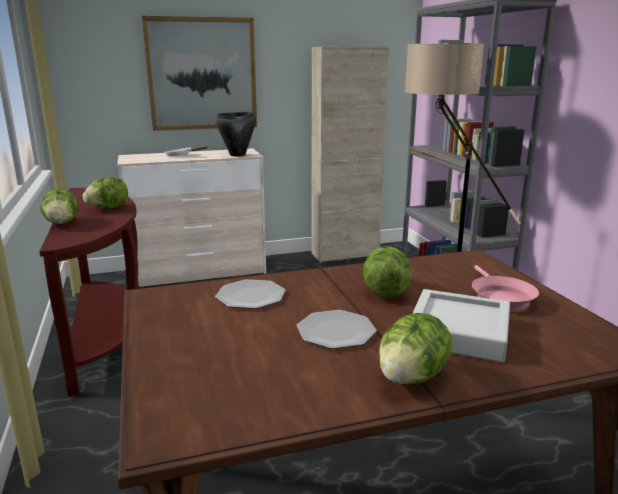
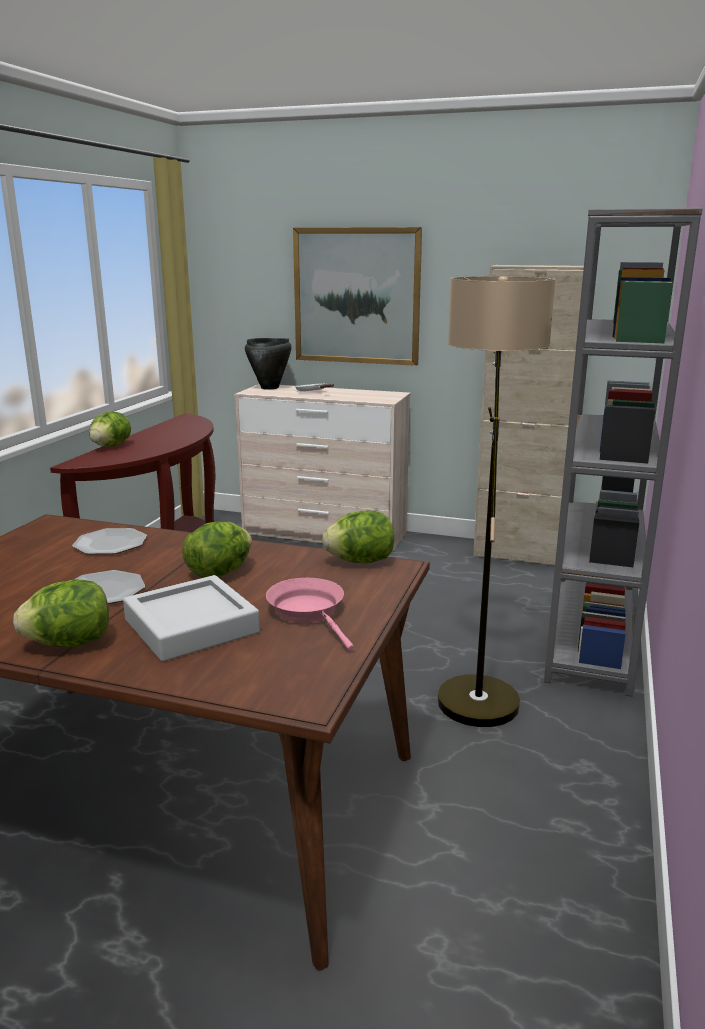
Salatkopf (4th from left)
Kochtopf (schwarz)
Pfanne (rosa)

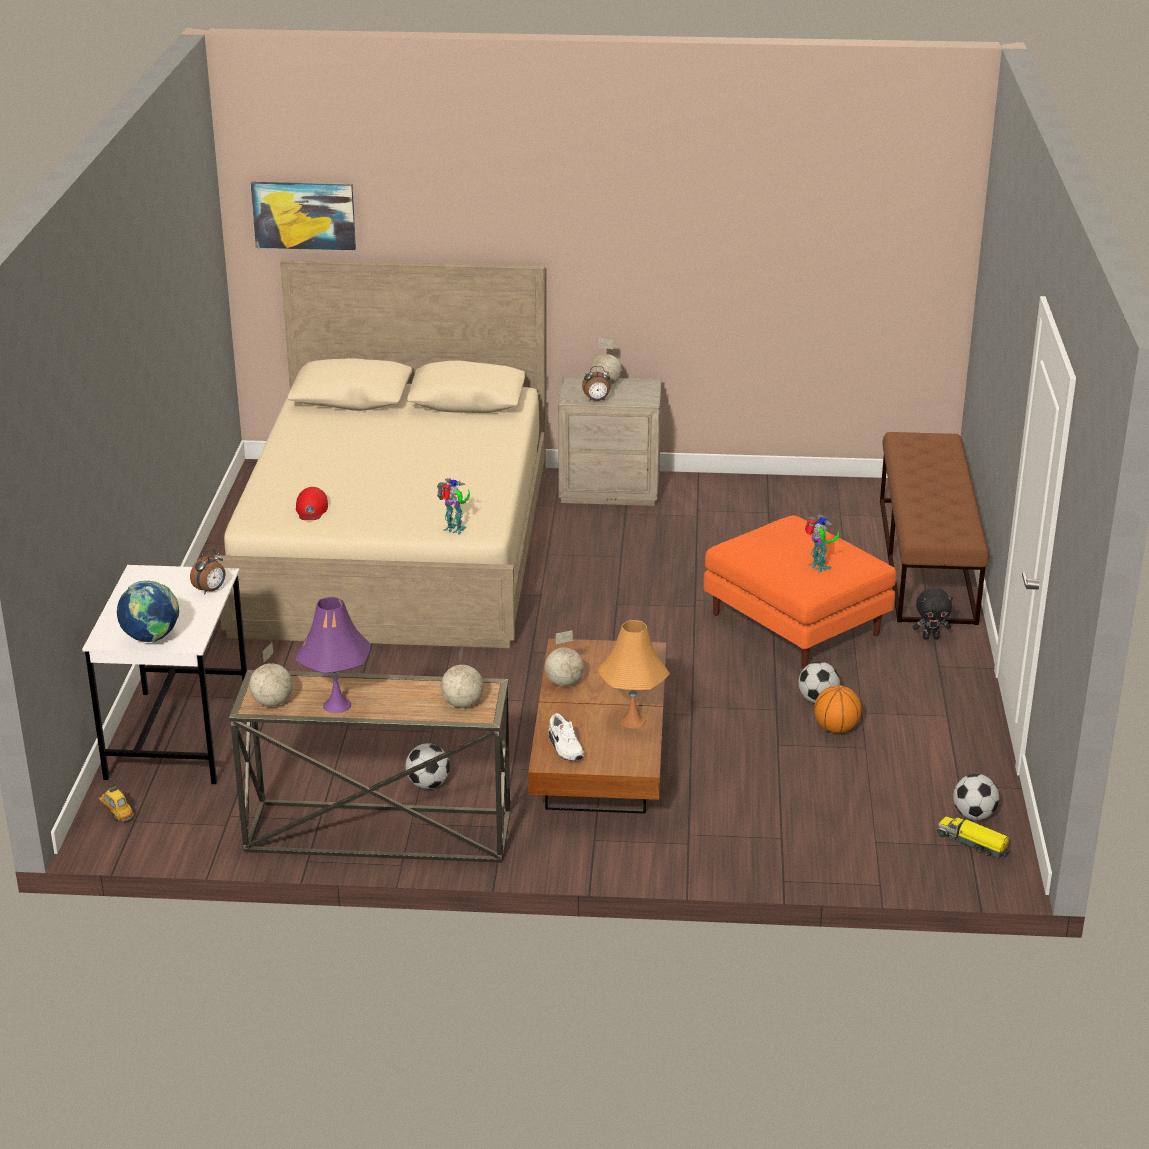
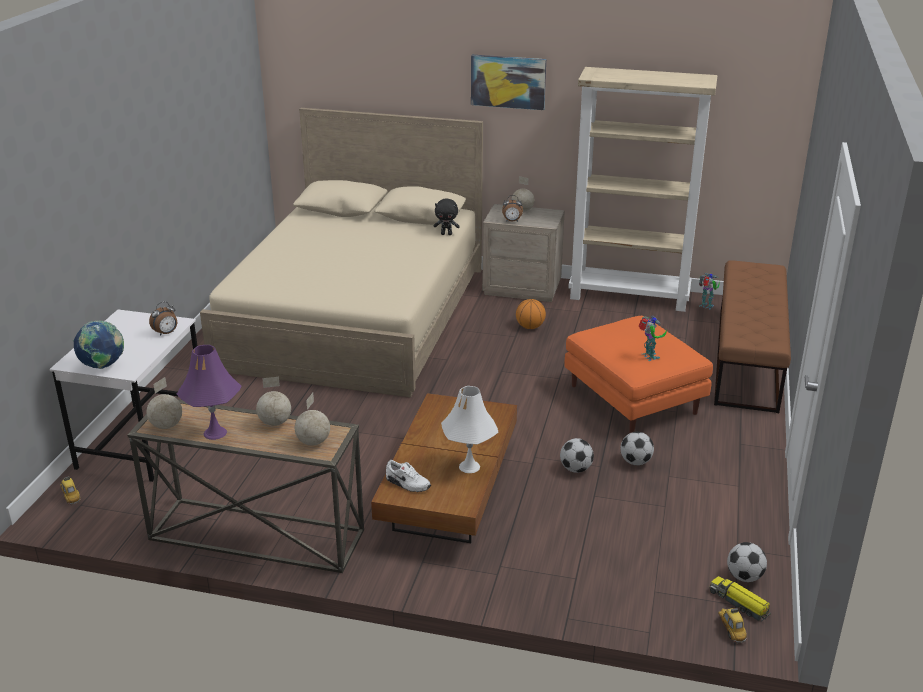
Kappe (rot)
Bücherregal (beige)
Spielzeugauto (2nd from left)
Bild
Fußball (1st from left)
Spielzeugroboter (2nd from left)
Globus (3rd from left)
Basketball
Plüschtier (schwarz)
Tischlampe (weiß)
Schuh (weiß)

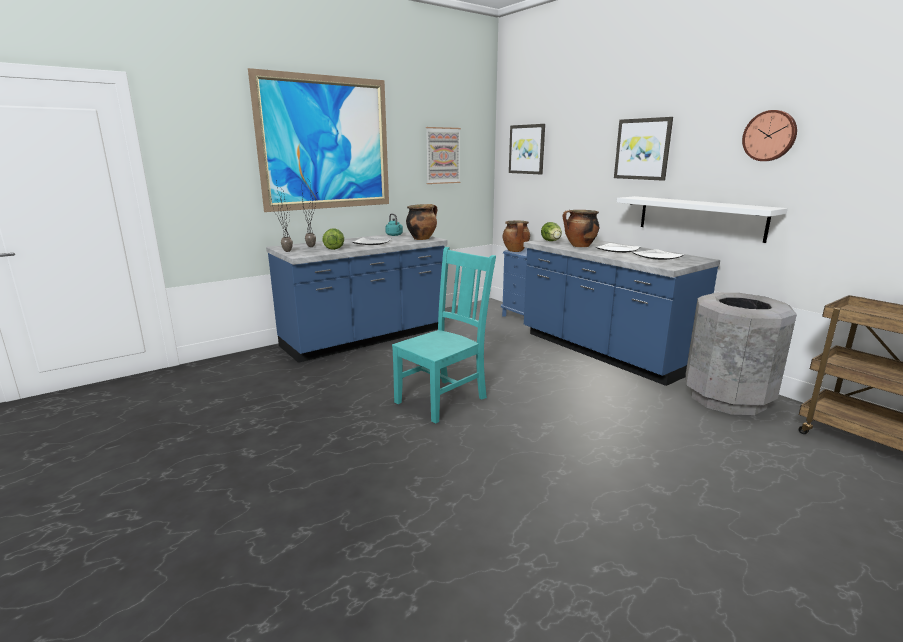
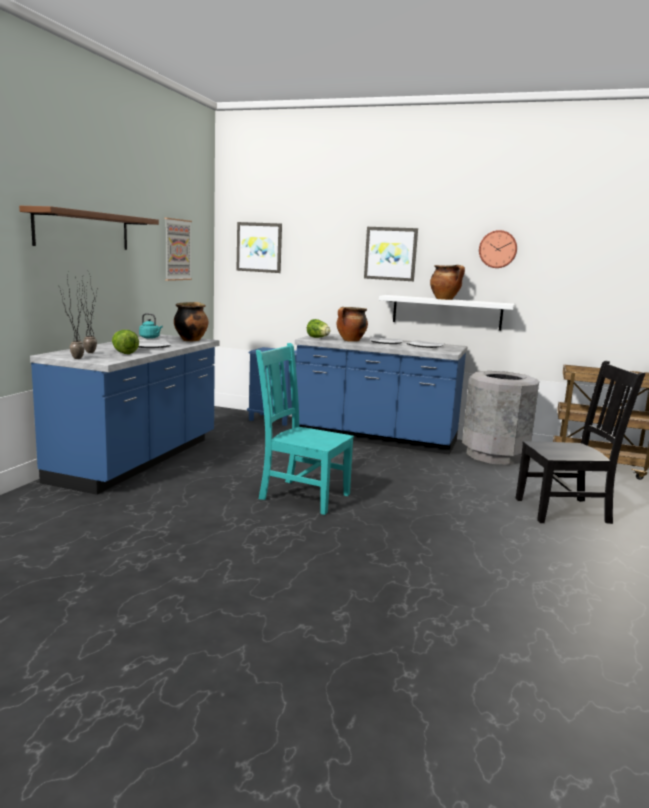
Stuhl (schwarz)
Kochtopf (3rd from left)
Wandregal (braun)
Stuhl (türkis)

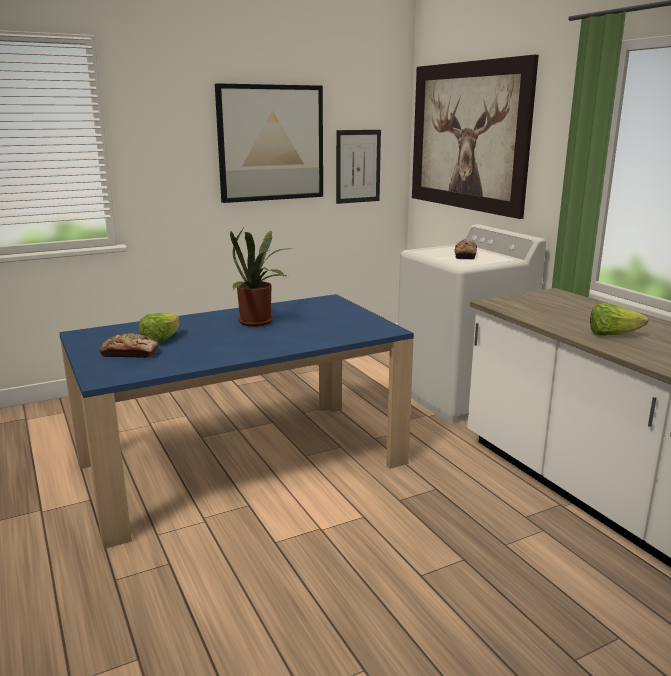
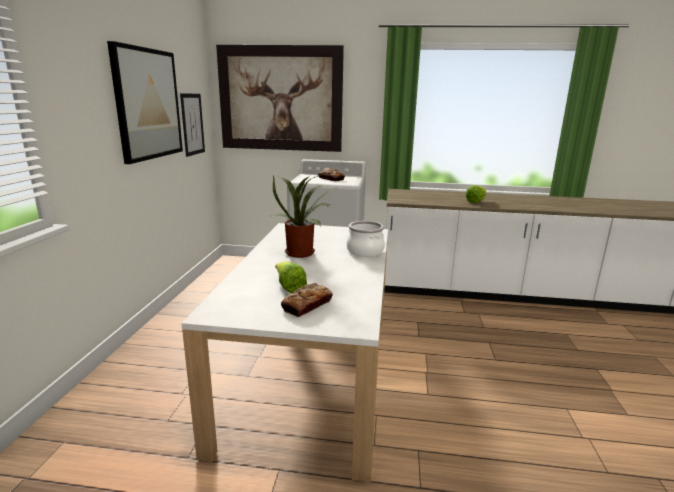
Kochtopf
Esstisch (weiß)

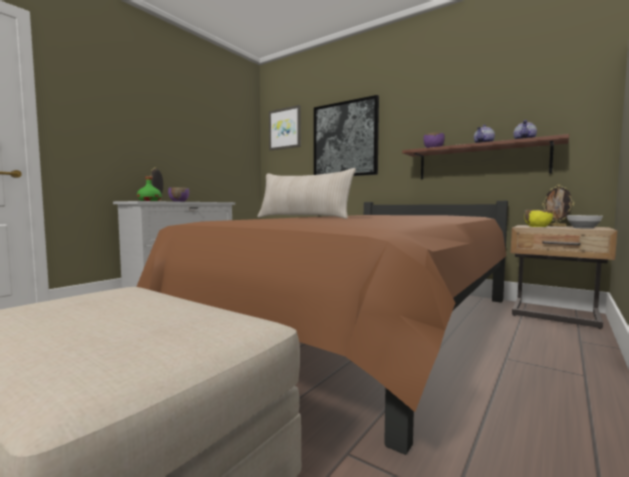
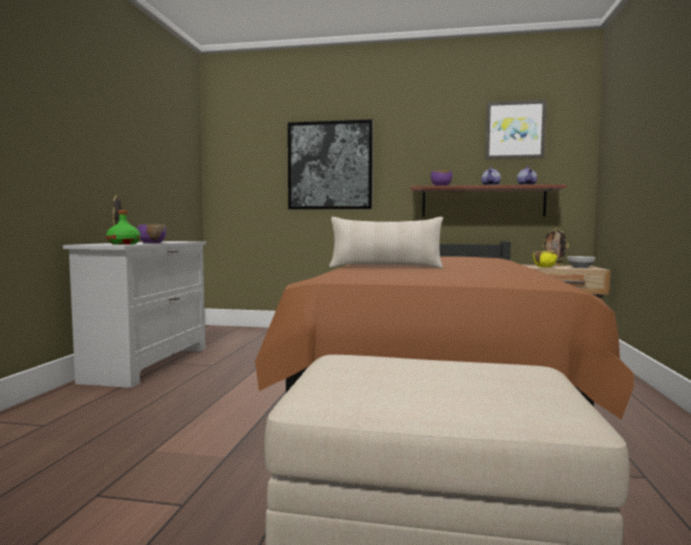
Bild (2nd from left)

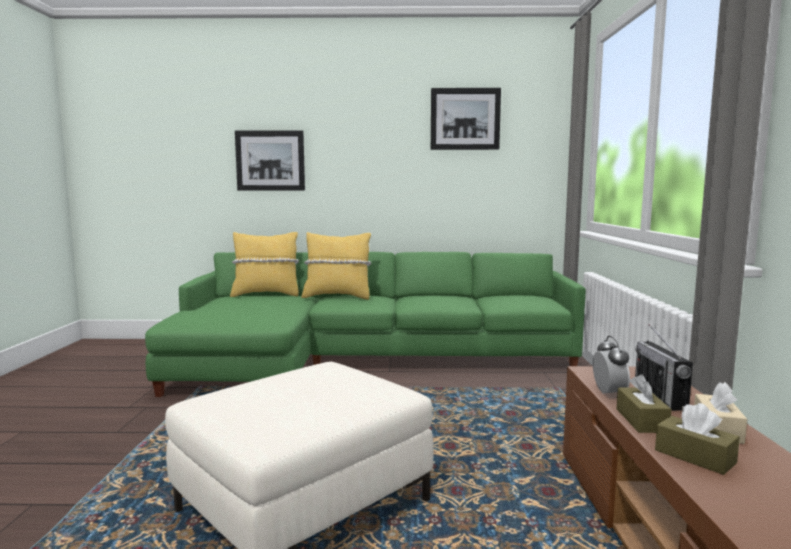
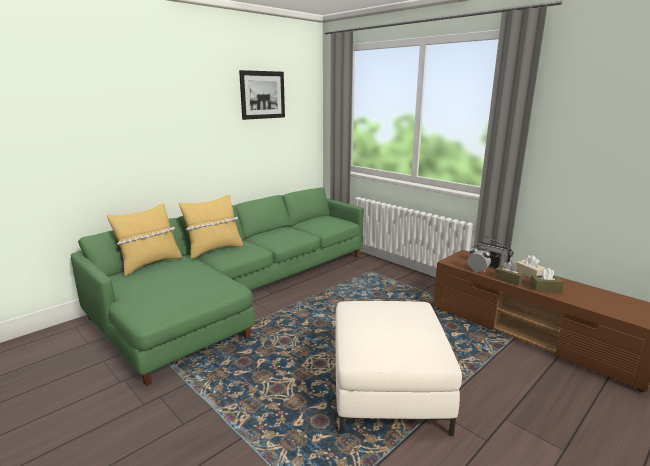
Bild (1st from left in the first image)

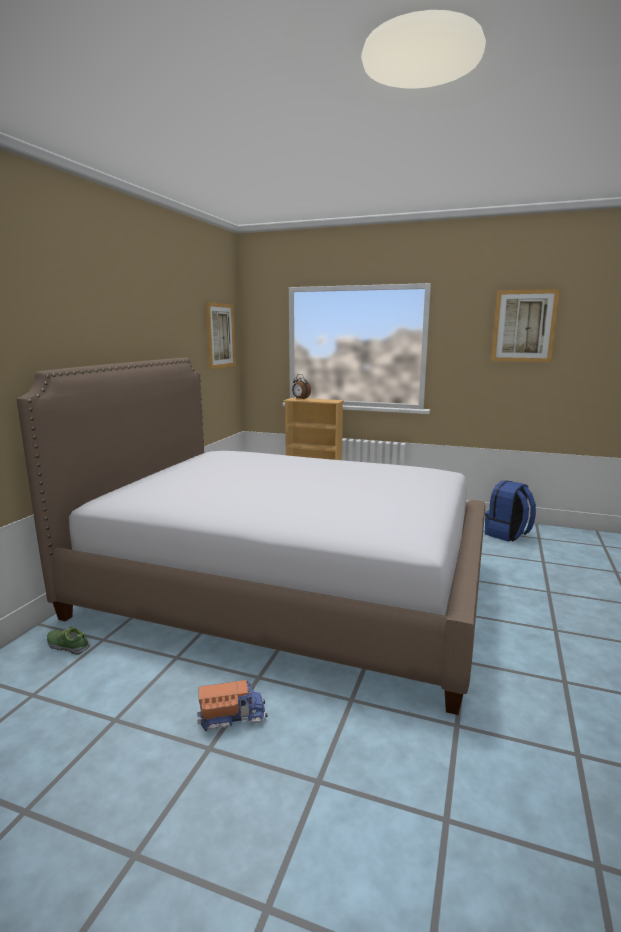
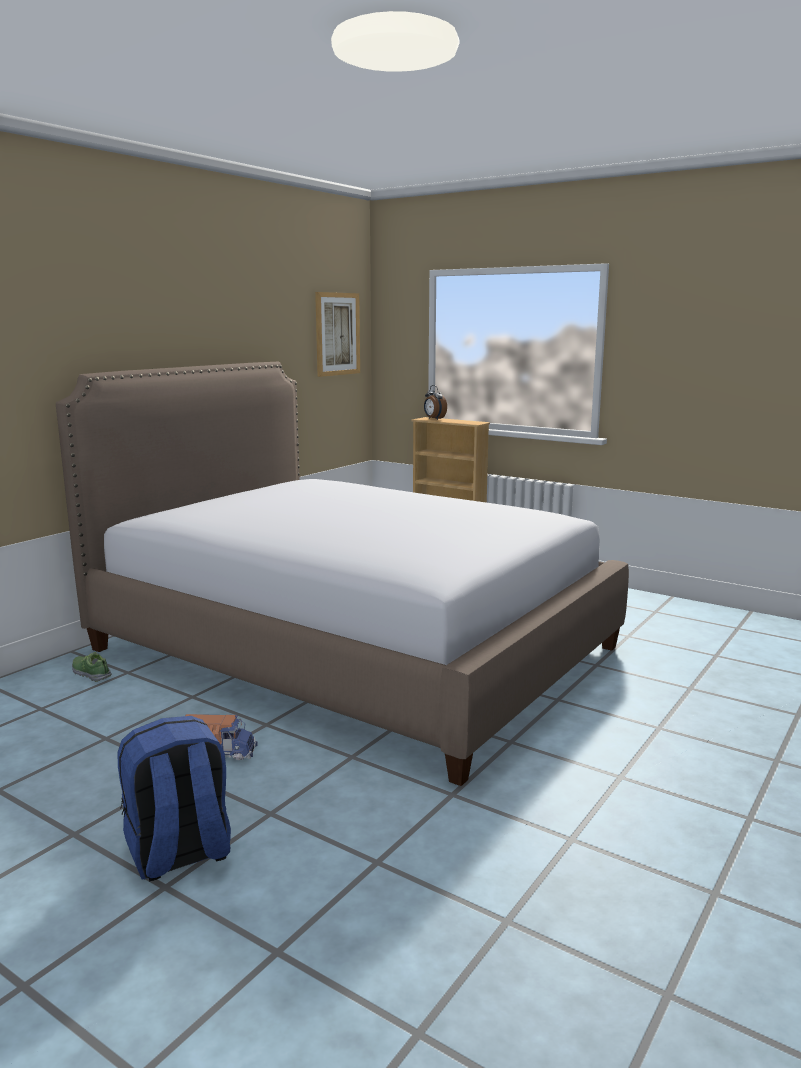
Bild (2nd from left in the first image)
Rucksack (blau)

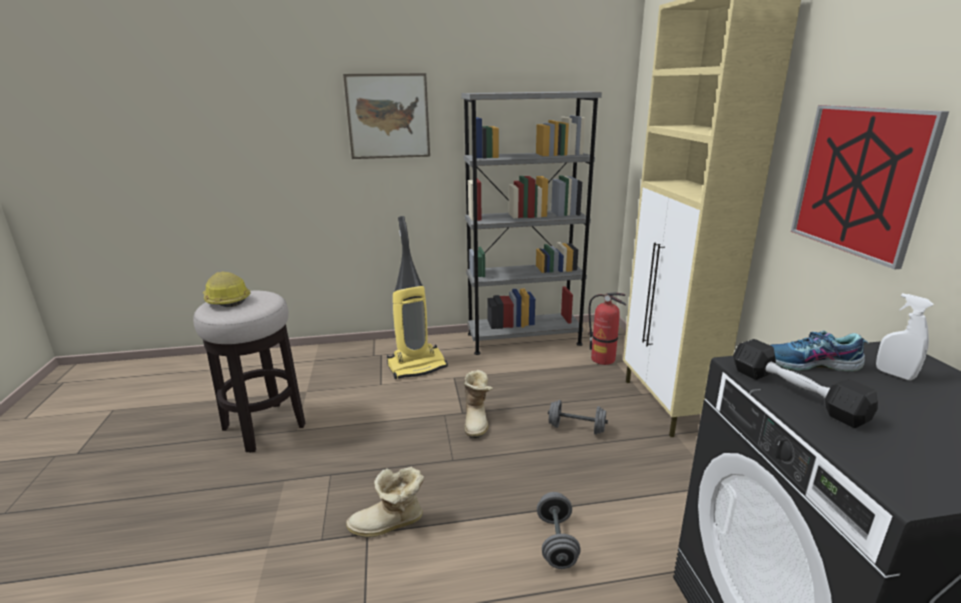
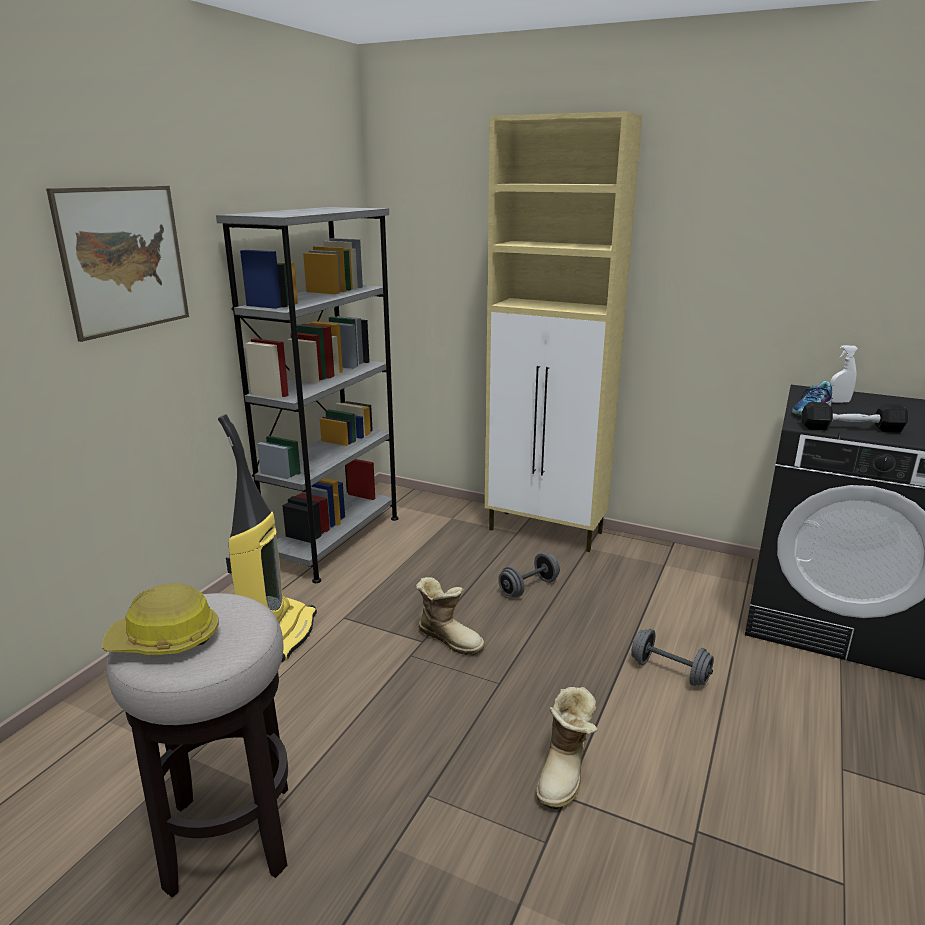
Feuerlöscher
Bild (2nd from left in the first image)

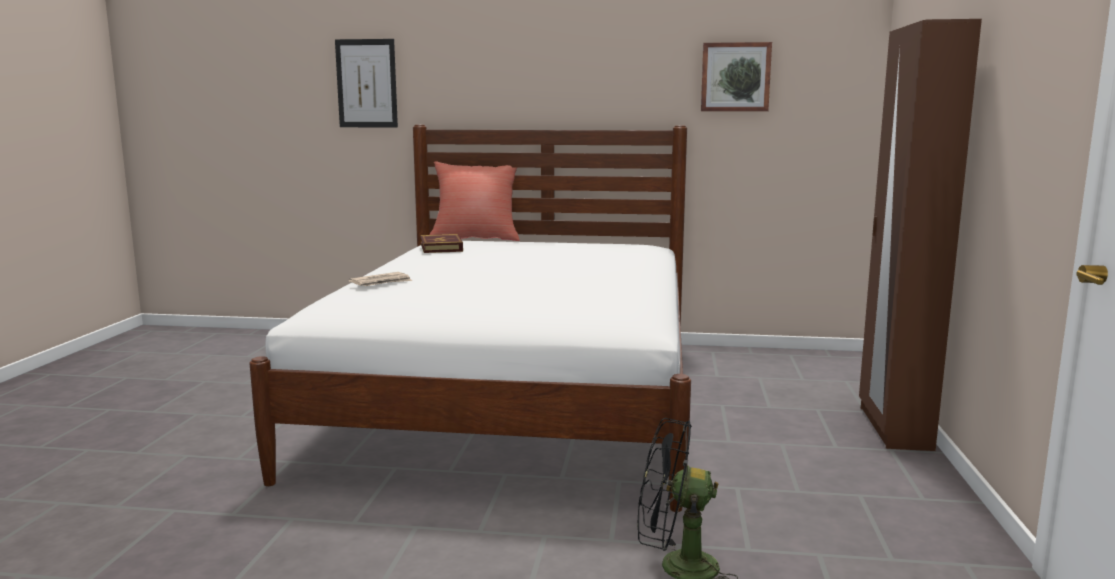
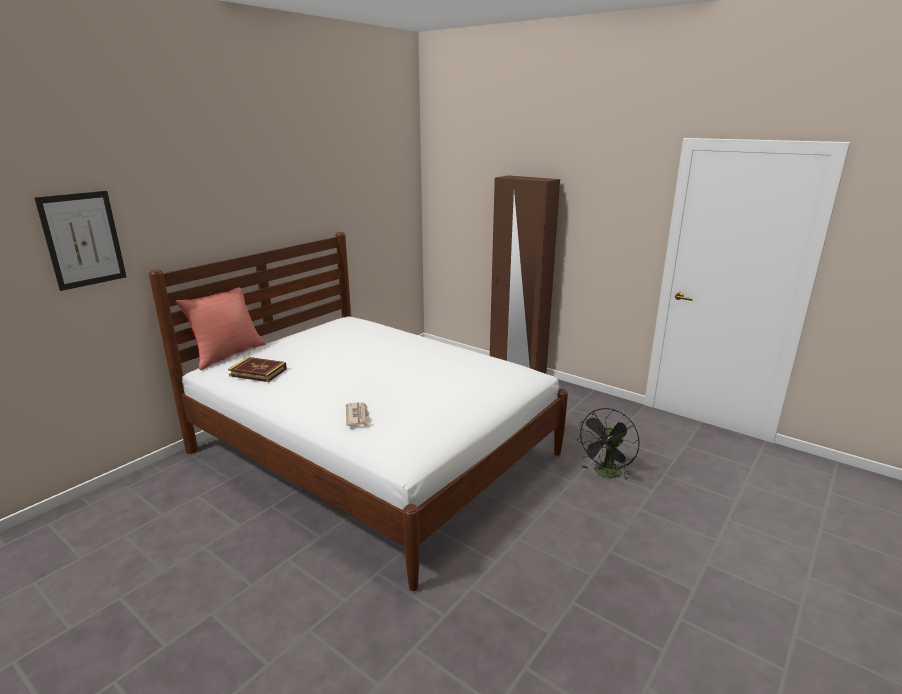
Bild (2nd from left in the first image)

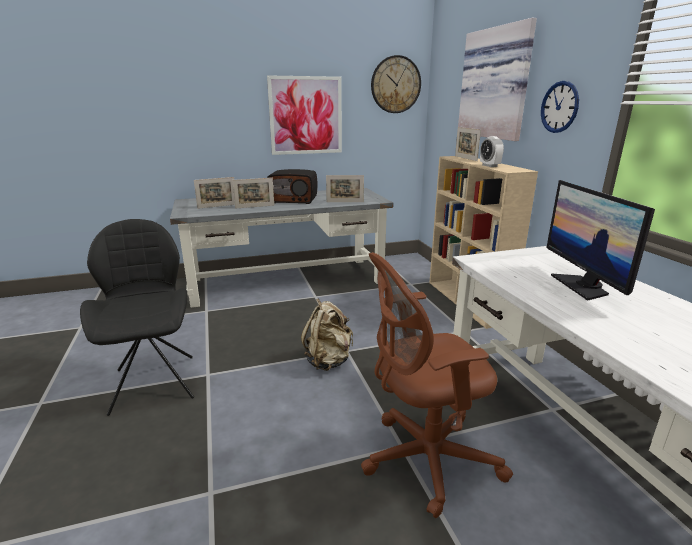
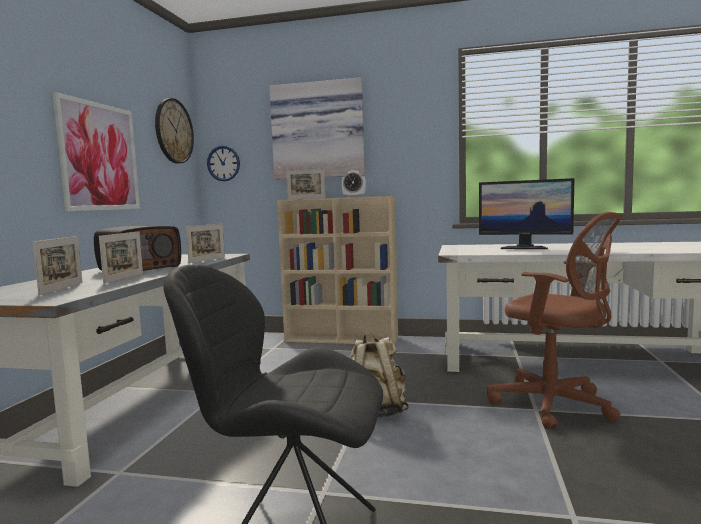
Wanduhr (2nd from left)
Bürostuhl (braun)

